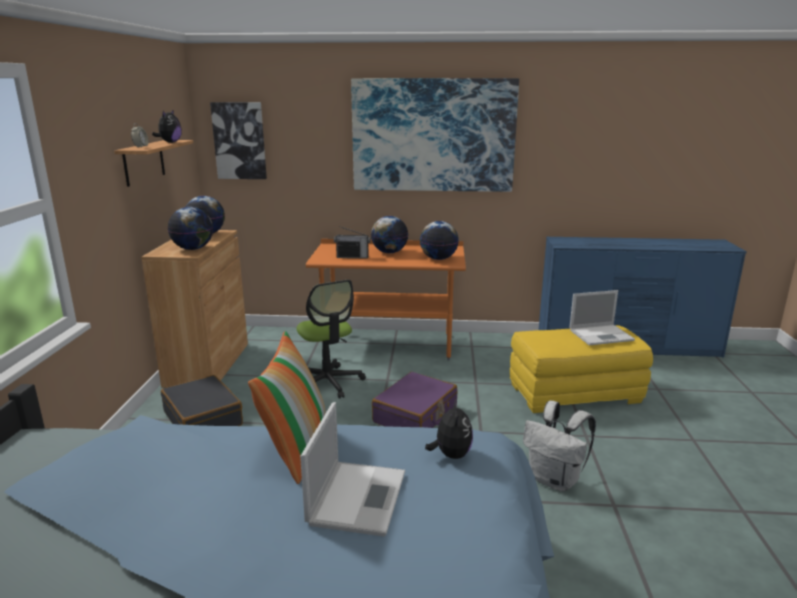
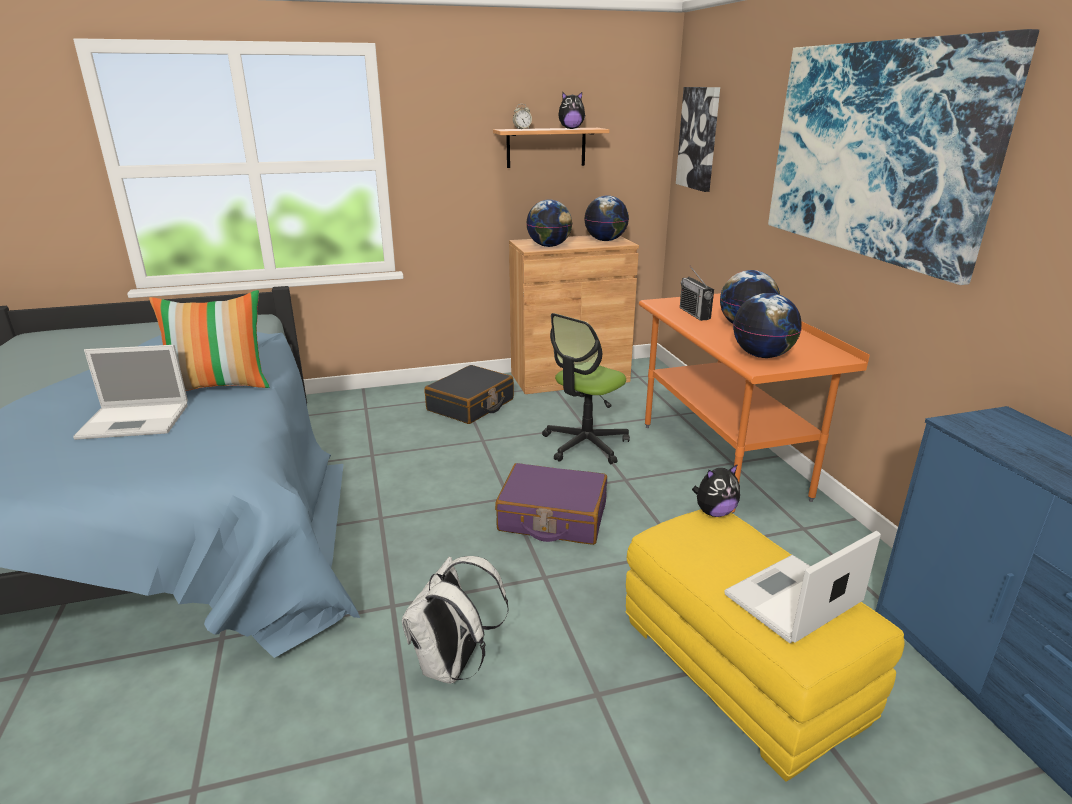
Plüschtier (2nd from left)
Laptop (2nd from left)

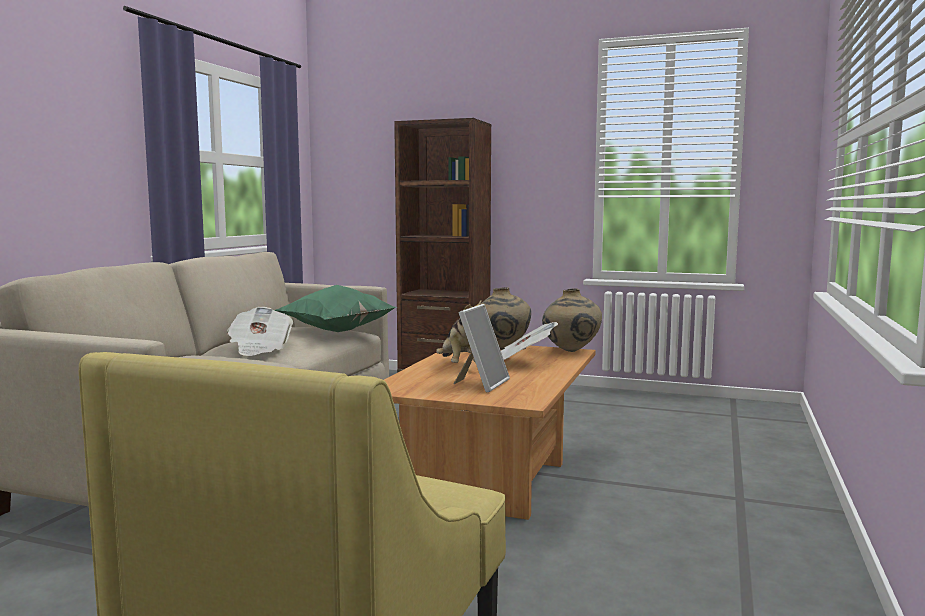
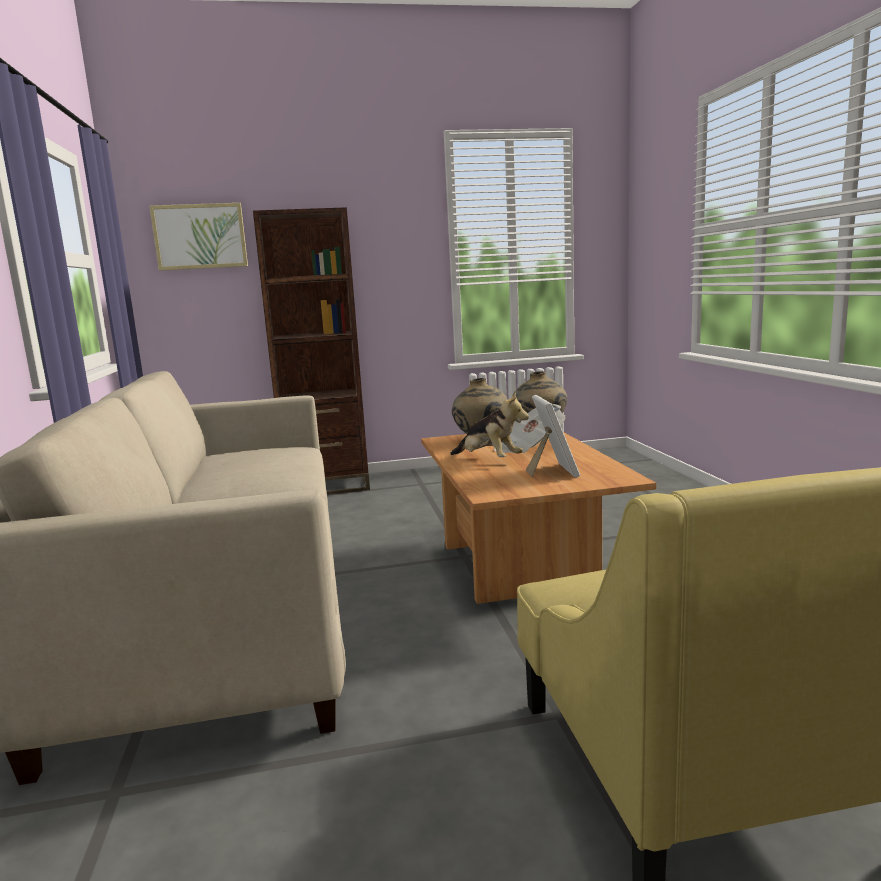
Zeitung (1st from left in the first image)
Kissen (grün)
Bild

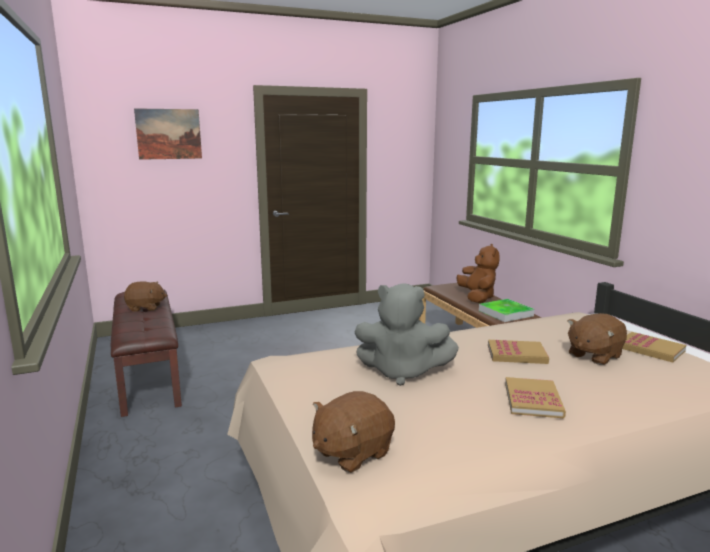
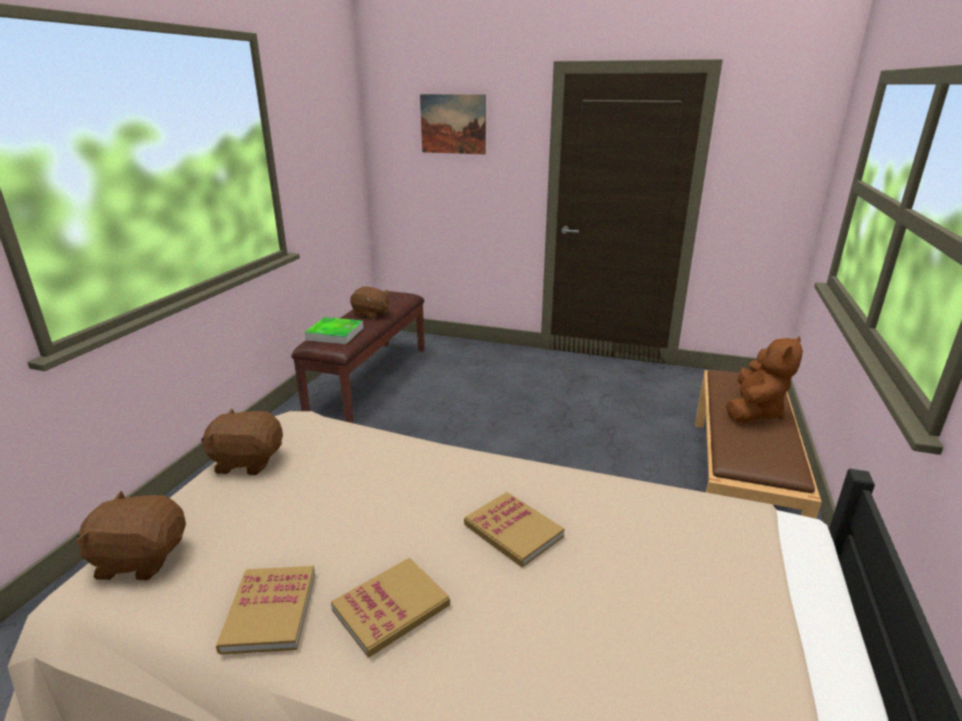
Plüschtier (grau)
Tablett
Plüschtier (braun) (2nd from left)
Buch (1st from left)

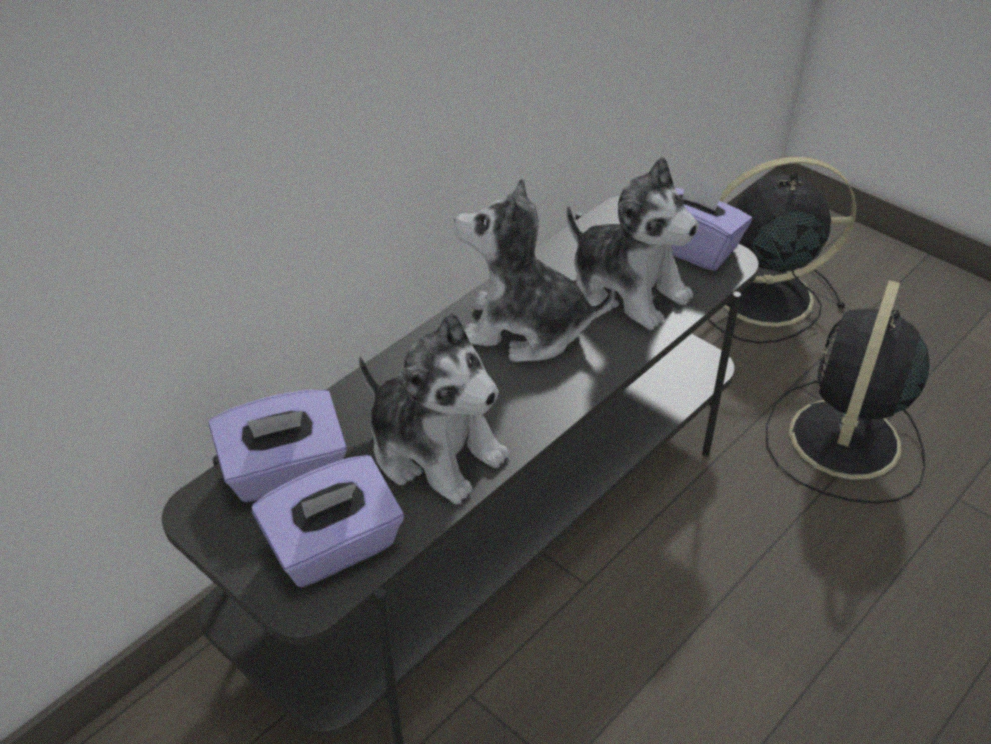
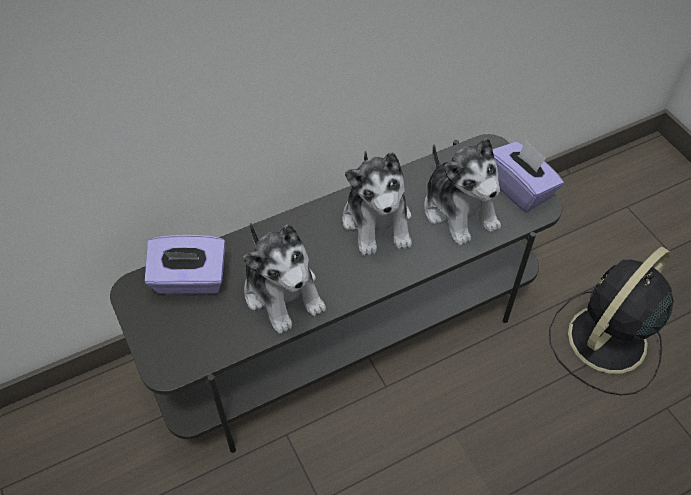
Taschentuchbox (lila) (2nd from left in the first image)
Ventilator (schwarz) (1st from left in the first image)
Plüschtier (2nd from left)

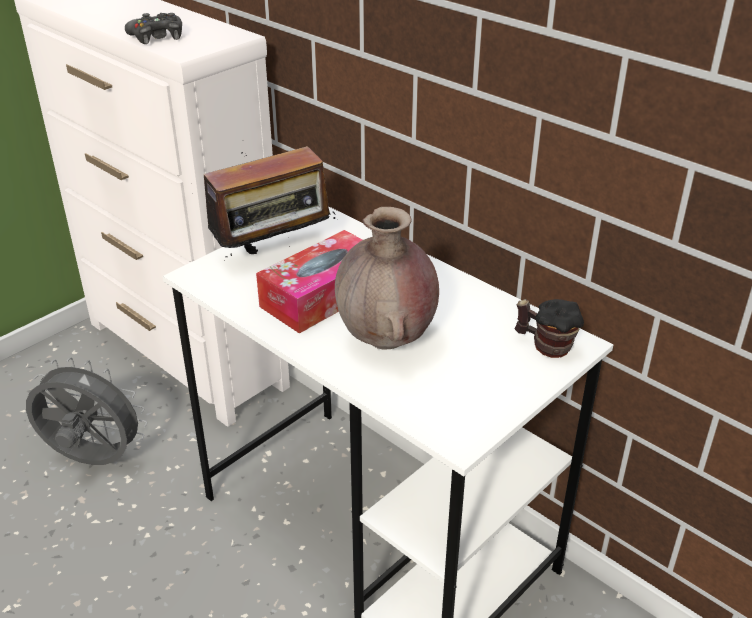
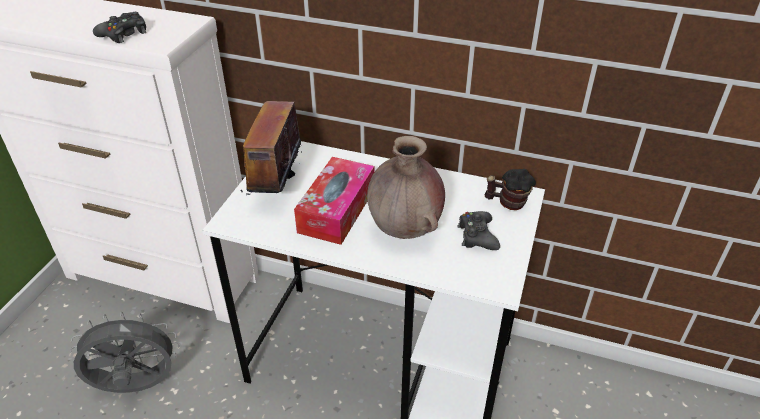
Gamepad (schwarz) (2nd from left)
Radio

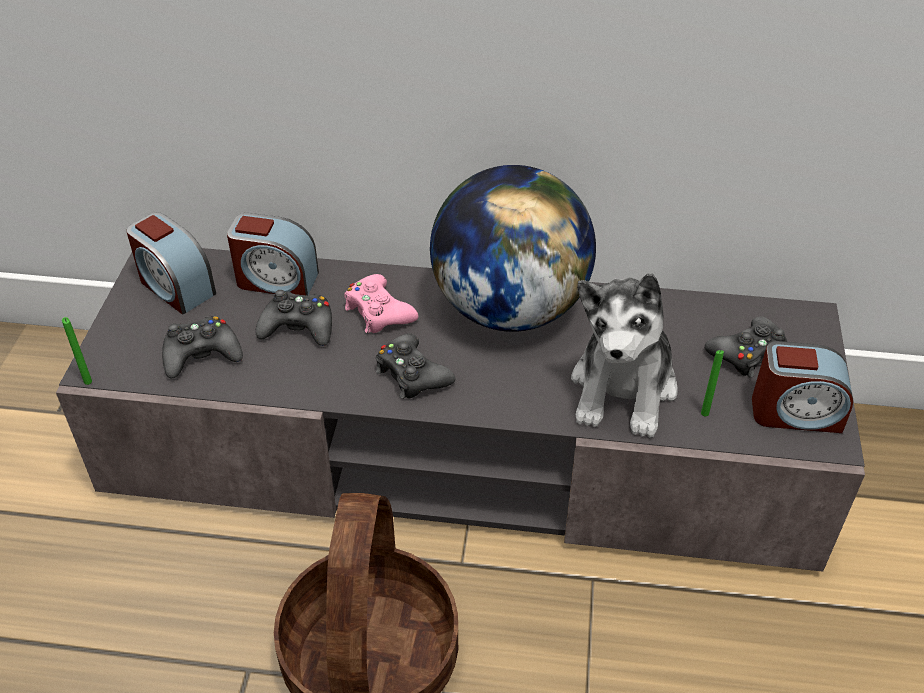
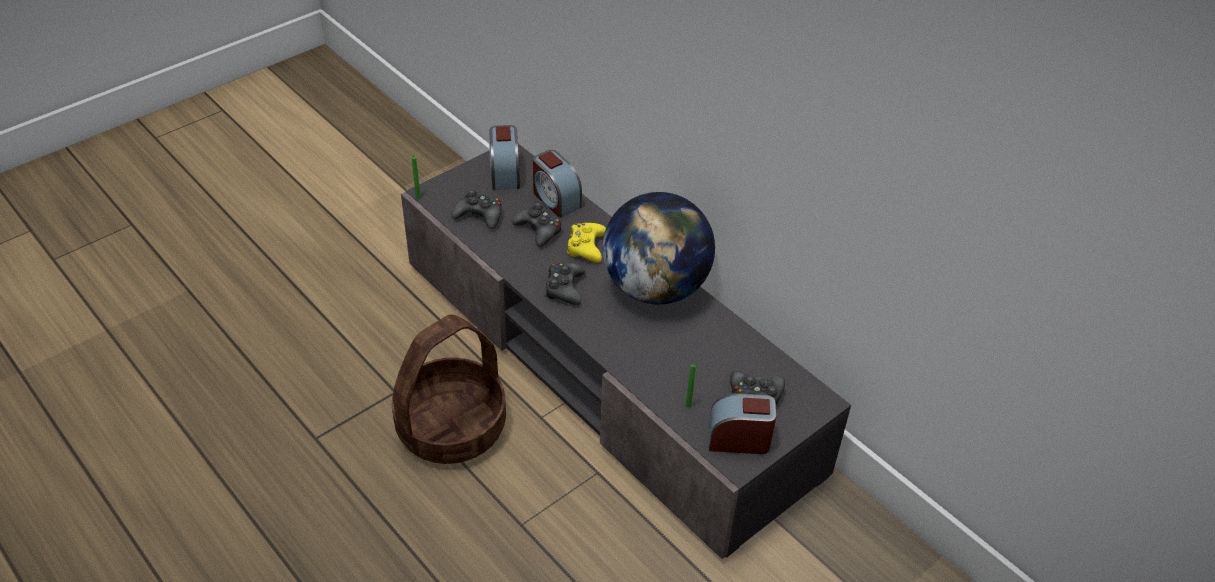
Plüschtier
Gamepad (gelb)
Wecker (3rd from left)

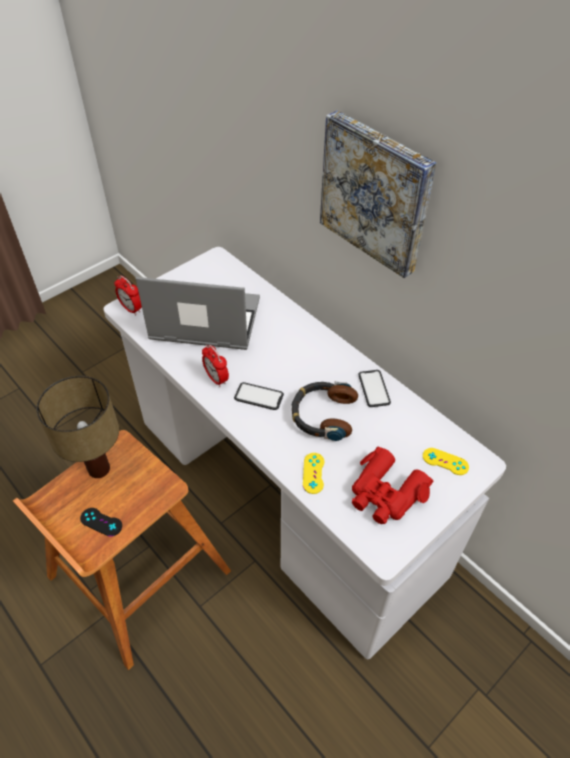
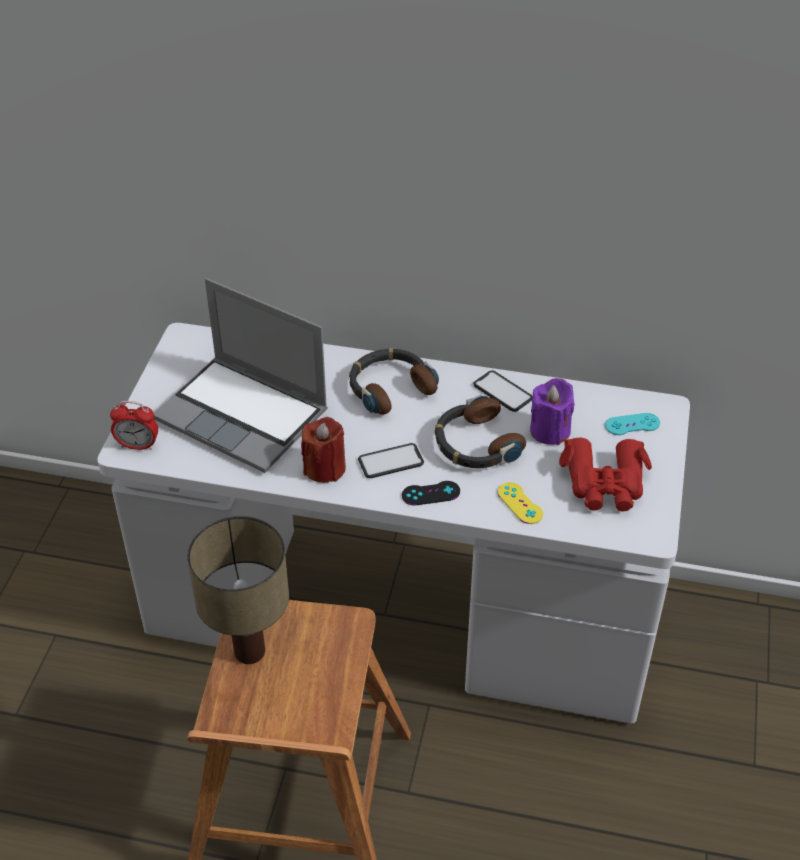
Bild
Kopfhörer (1st from left)
Kerze (lila)
Gamepad (schwarz)
Kerze (rot)
Gamepad (türkis)
Laptop

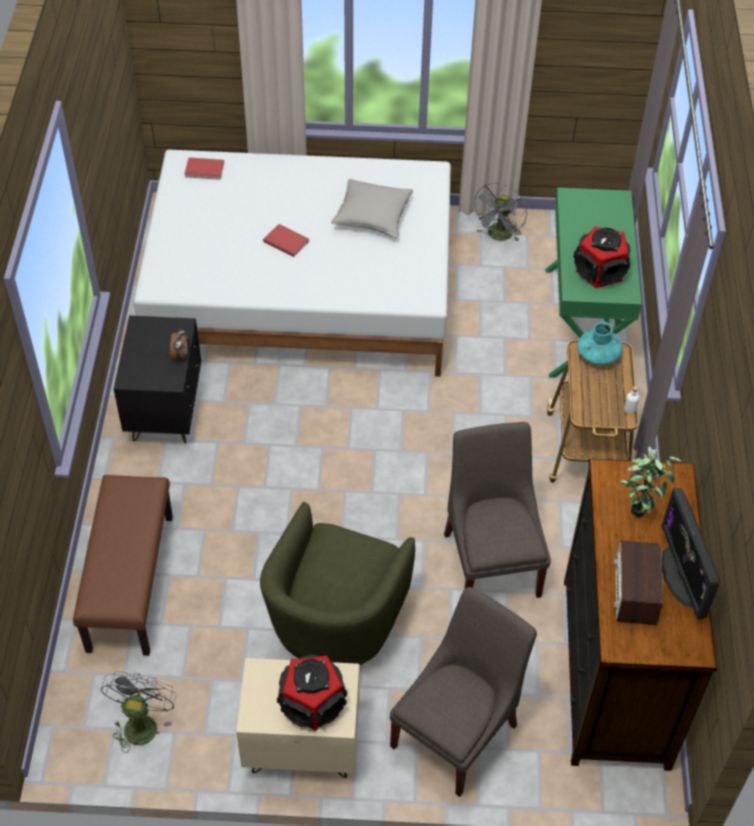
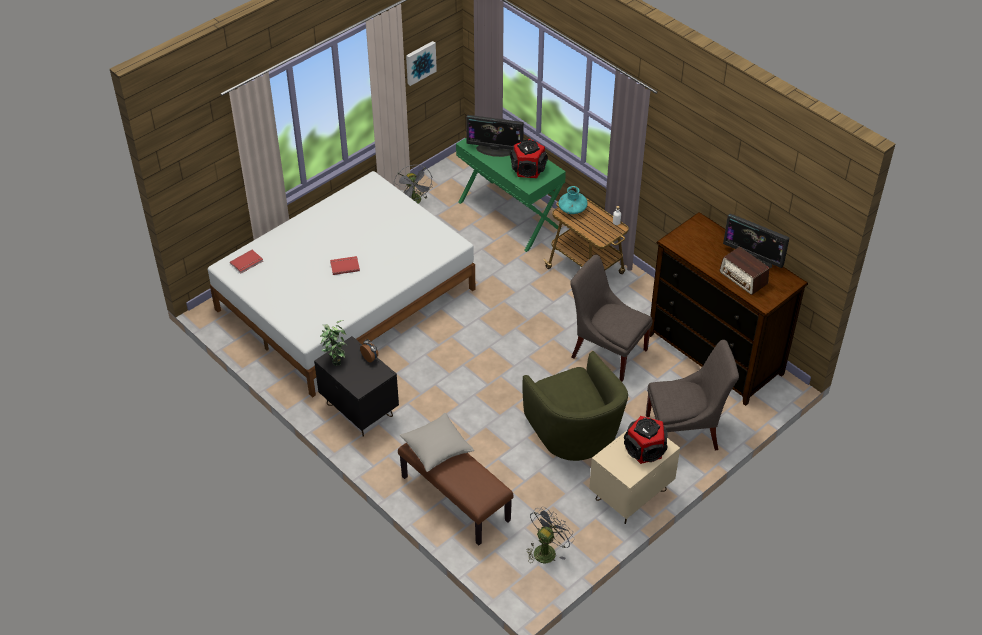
Bild
Monitor (1st from left)
Kissen (grau)
Topfpflanze
Ventilator (grau) (2nd from left)
Stuhl (grau) (2nd from left)

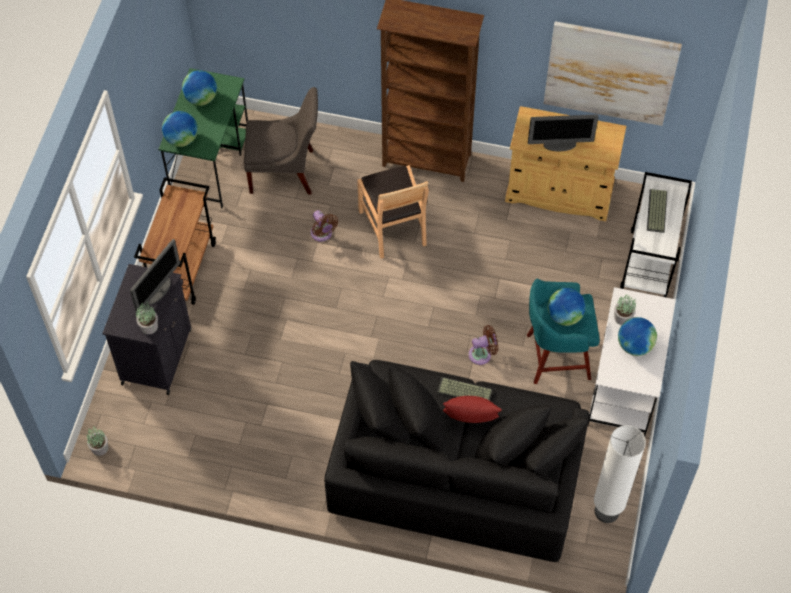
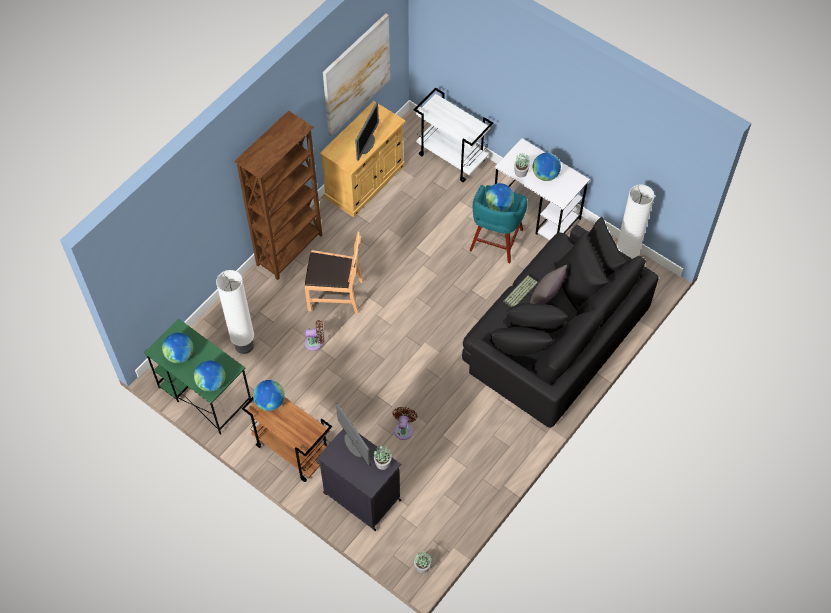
Tastatur (2nd from left in the first image)
Globus (3rd from left)
Ventilator (braun) (2nd from left)
Stehlampe (weiß) (1st from left)
Kissen (grau)

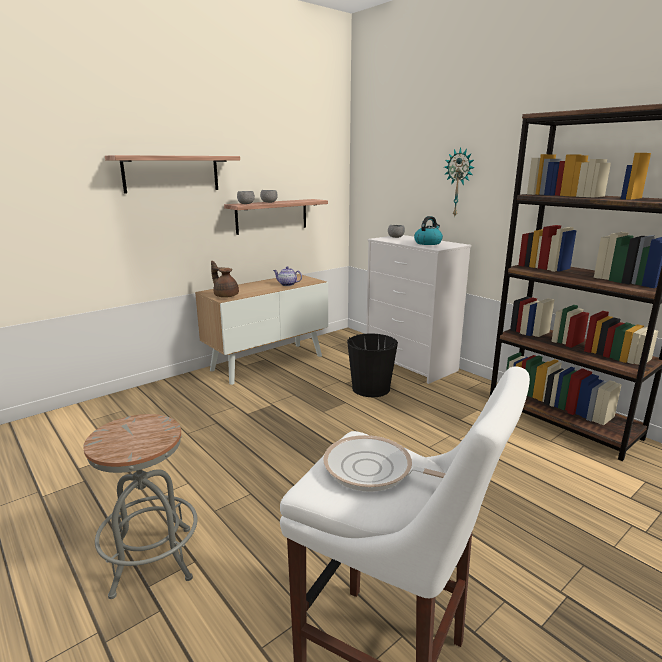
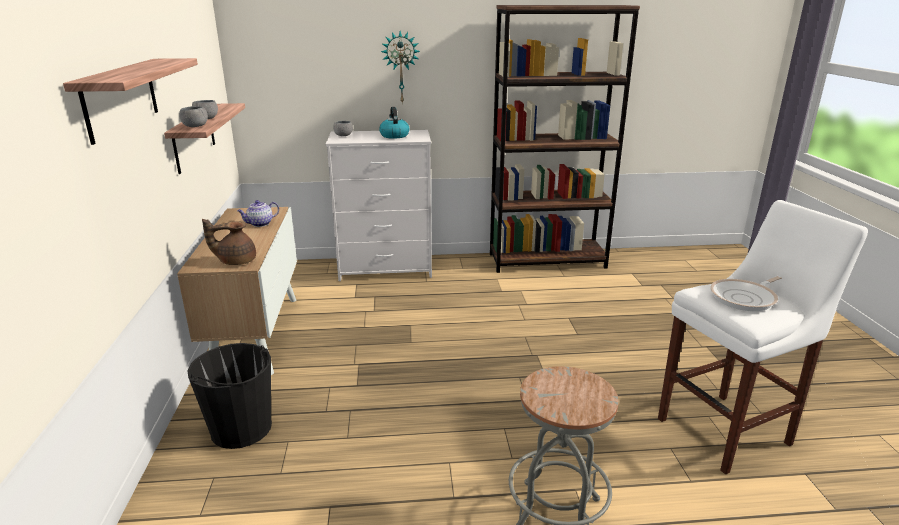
Eimer (schwarz)

